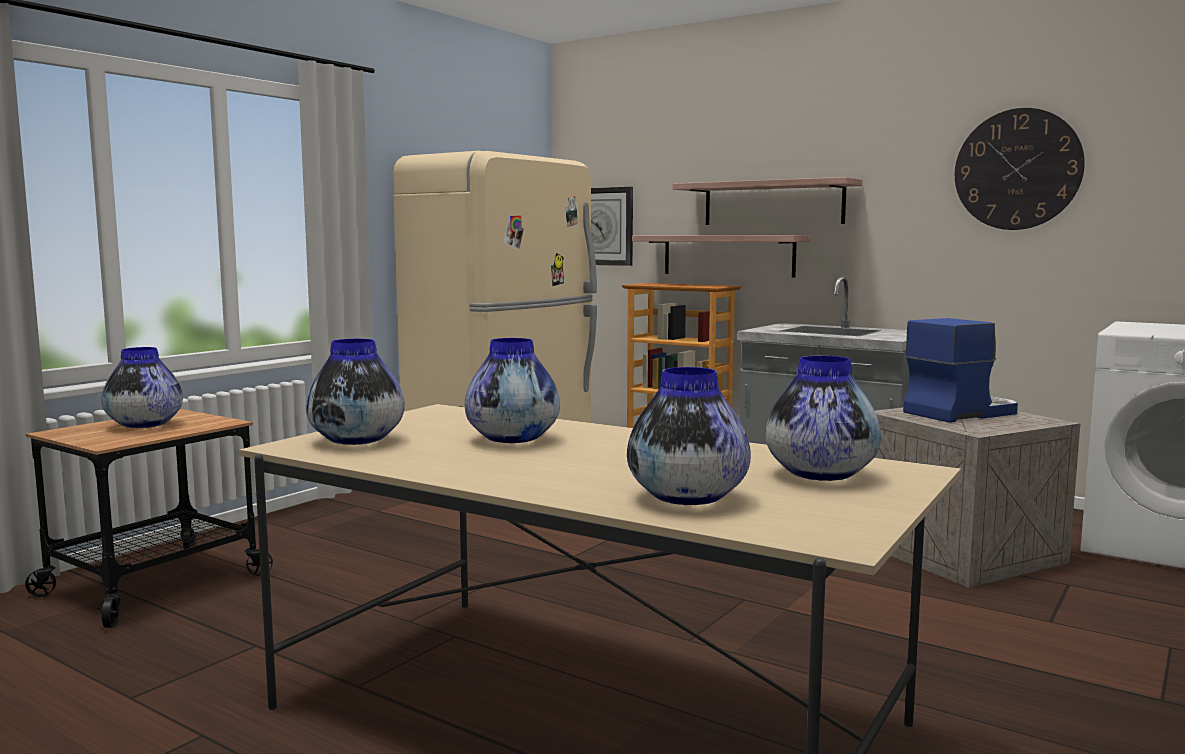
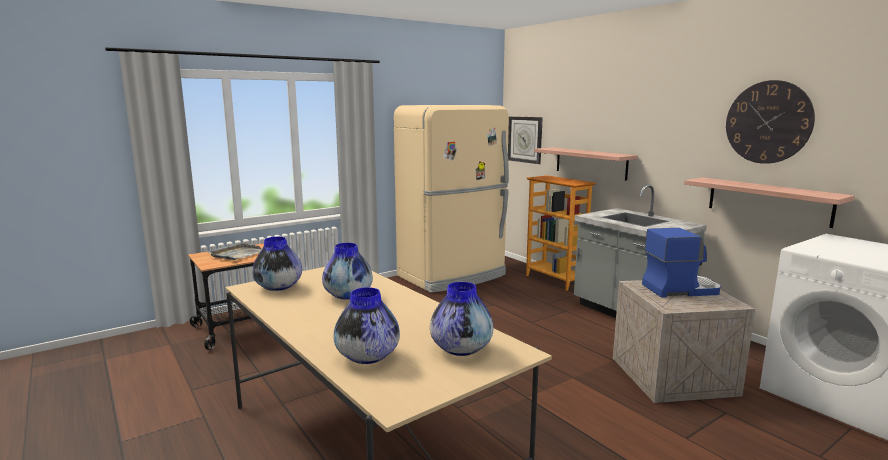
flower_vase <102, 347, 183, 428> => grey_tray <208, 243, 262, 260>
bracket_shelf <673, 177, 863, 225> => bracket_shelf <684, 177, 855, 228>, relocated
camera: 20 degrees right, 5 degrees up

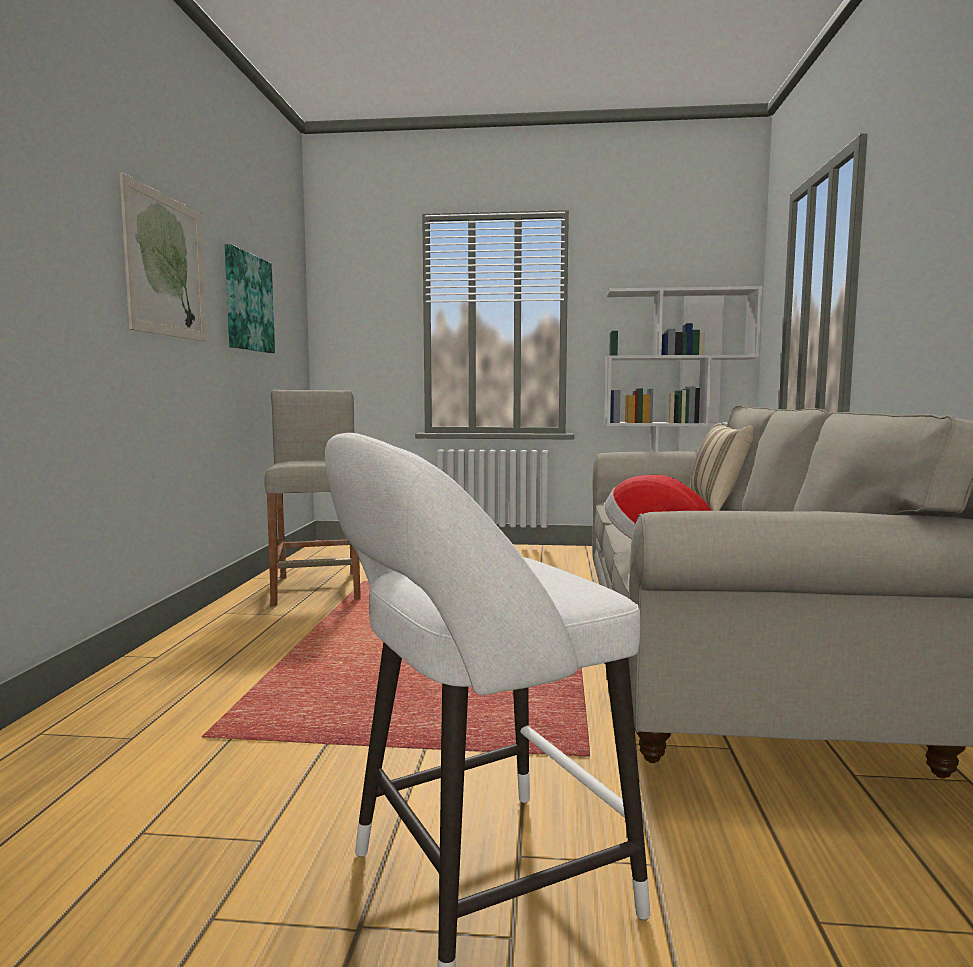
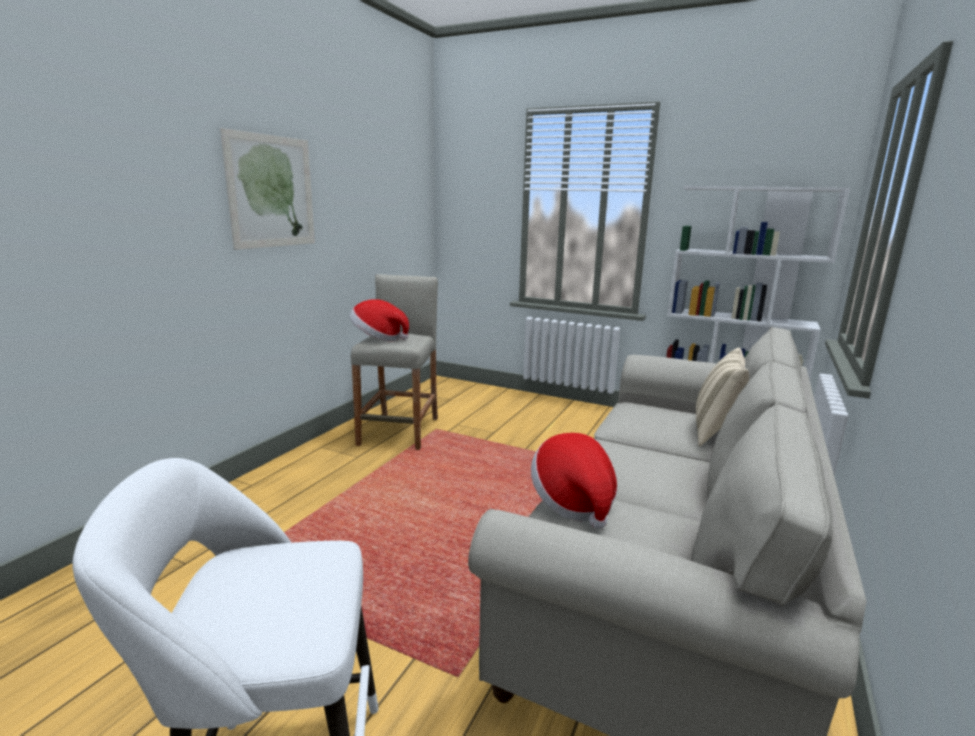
wall_picture <225, 244, 275, 353> => nothing
nothing => wearable_hat <349, 299, 409, 341>
camera: 20 degrees right, 10 degrees up

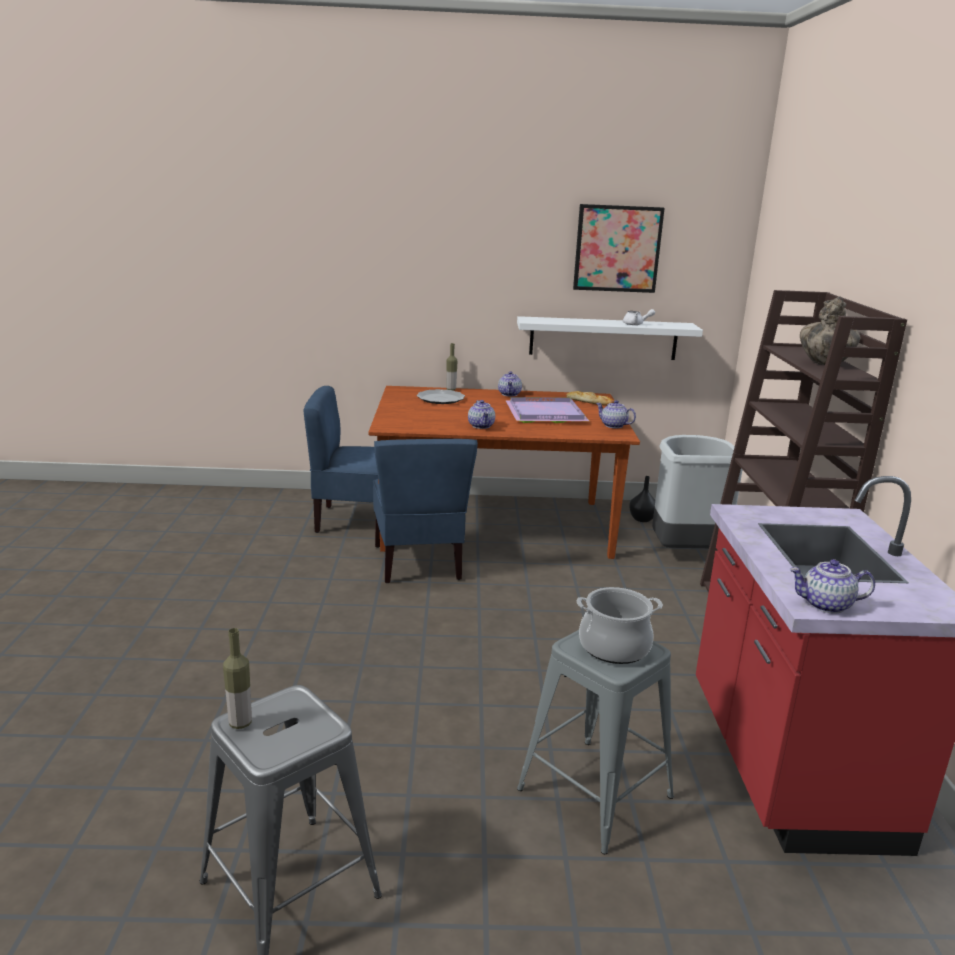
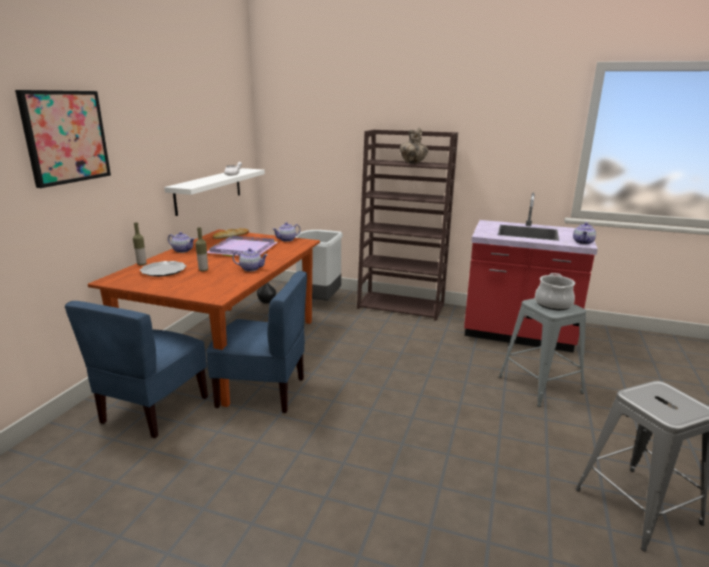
drink_bottle <223, 628, 252, 729> => drink_bottle <195, 227, 208, 271>, relocated
wall_picture <573, 204, 665, 293> => wall_picture <15, 90, 111, 188>, relocated
camera: 70 degrees left, 0 degrees up

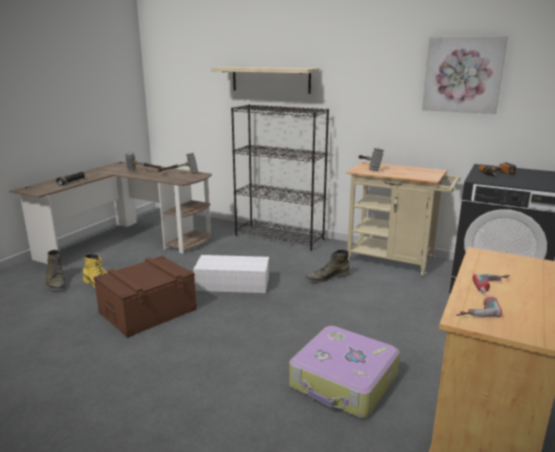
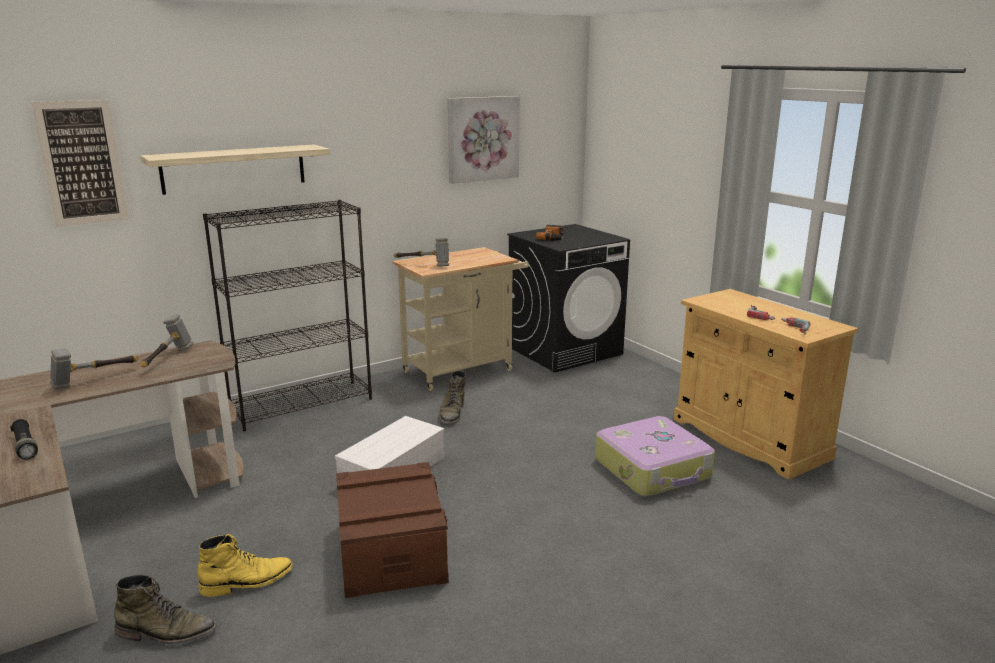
nothing => wall_picture <31, 100, 129, 227>
camera: 60 degrees left, 0 degrees up

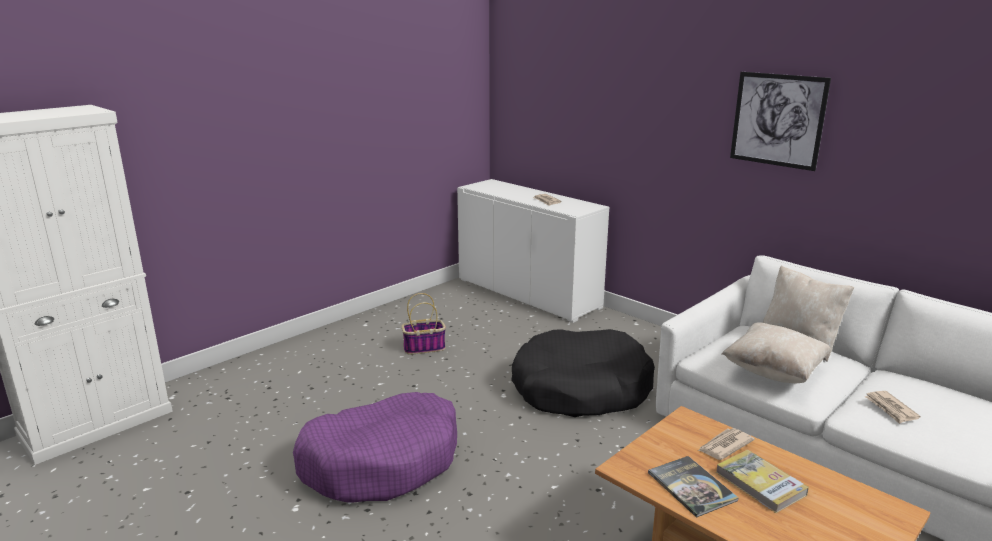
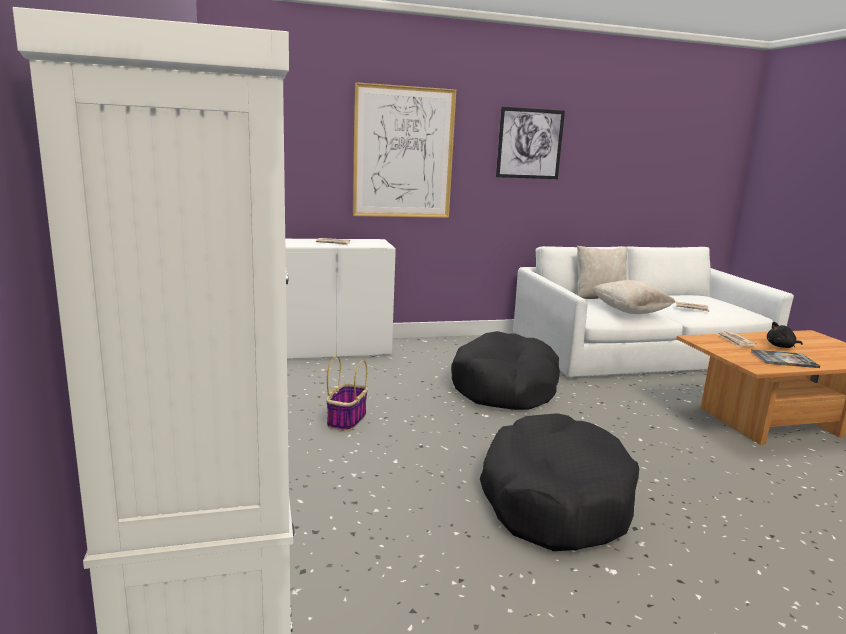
purple_dog_cushion <293, 392, 457, 502> => blackish_dog_cushion <480, 413, 639, 551>
volume <716, 450, 809, 513> => blackish_soft_toy <767, 322, 803, 348>
nothing => wall_picture <353, 82, 456, 218>
camera: 60 degrees left, 5 degrees down

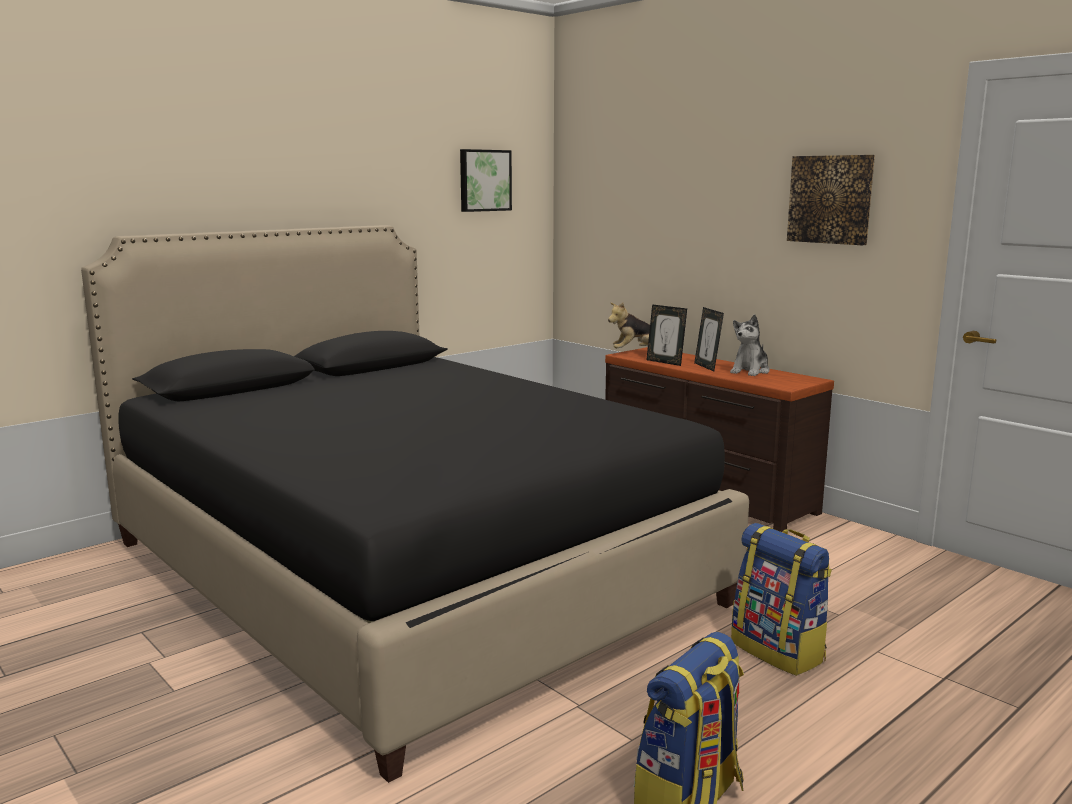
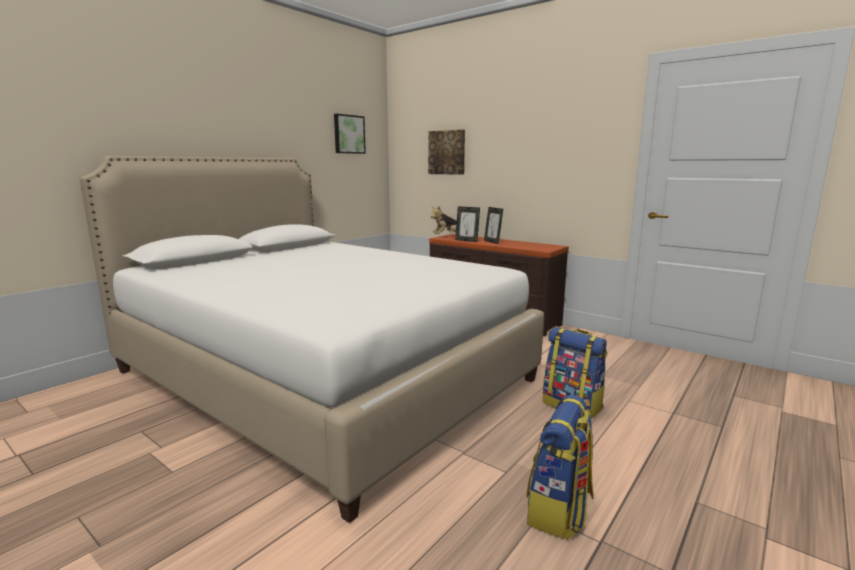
blackish_bed <81, 225, 749, 783> => whitish_bed <80, 156, 544, 523>
soft_toy <730, 314, 770, 376> => nothing
wall_picture <787, 155, 875, 245> => wall_picture <428, 130, 465, 175>, relocated
camera: 10 degrees left, 0 degrees up

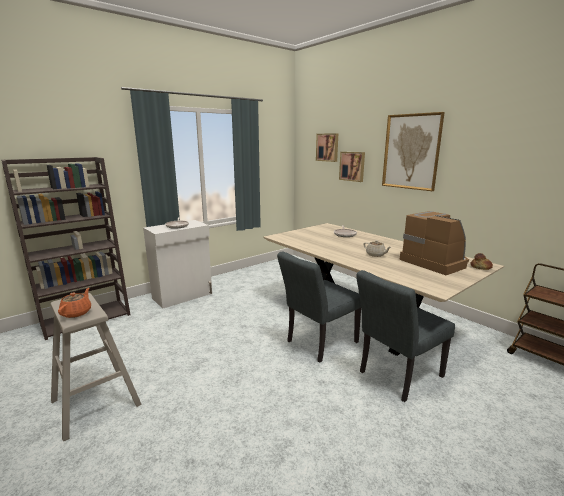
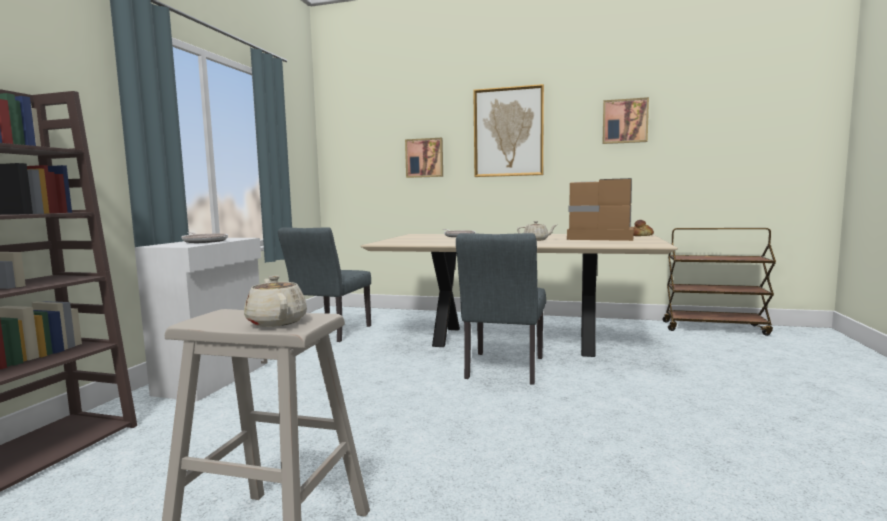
orange_pot_for_tea <58, 288, 91, 318> => sand-coloured_pot_for_tea <244, 276, 307, 327>
wall_picture <316, 133, 338, 162> => wall_picture <603, 97, 649, 144>, relocated
grey_chair <356, 270, 455, 402> => grey_chair <278, 227, 371, 342>, relocated
camera: 35 degrees left, 10 degrees down

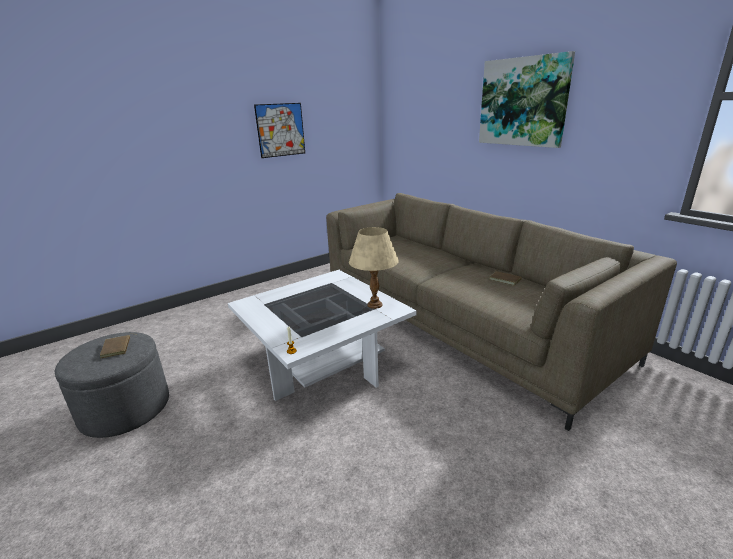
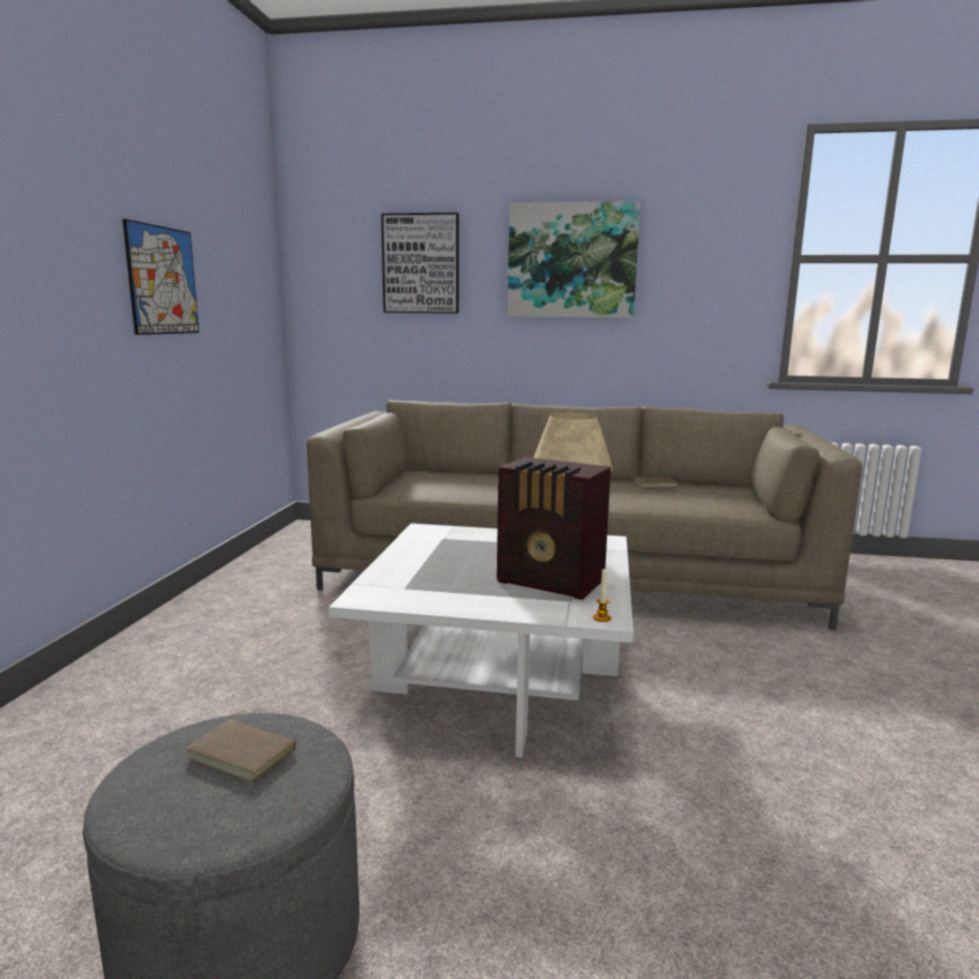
nothing => wall_picture <381, 213, 459, 313>
nothing => radio <497, 457, 611, 600>
camera: 45 degrees left, 10 degrees down

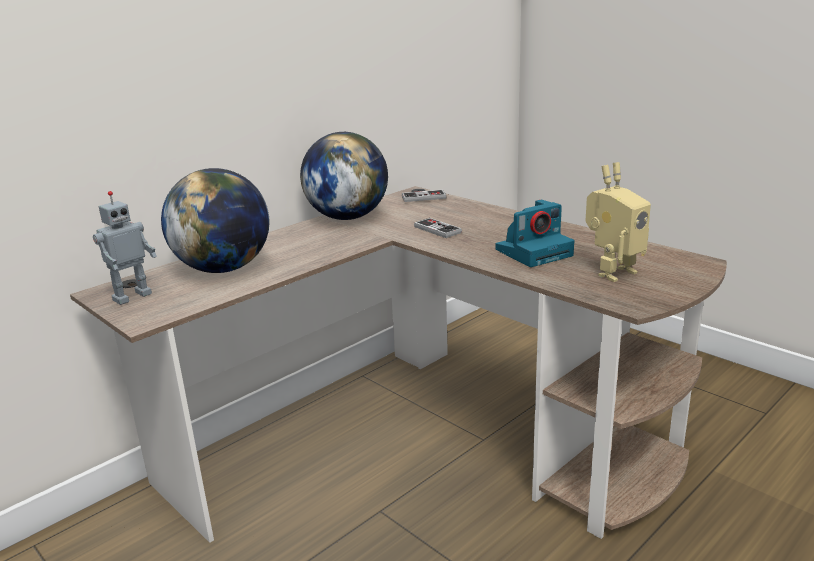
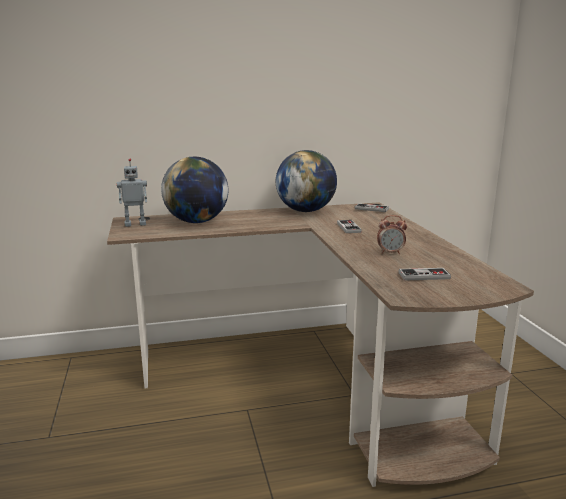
still_camera <495, 200, 574, 267> => bedside_clock <377, 215, 407, 254>
robot_figure <585, 162, 651, 282> => game_controller <399, 268, 451, 281>
camera: 30 degrees right, 5 degrees down

